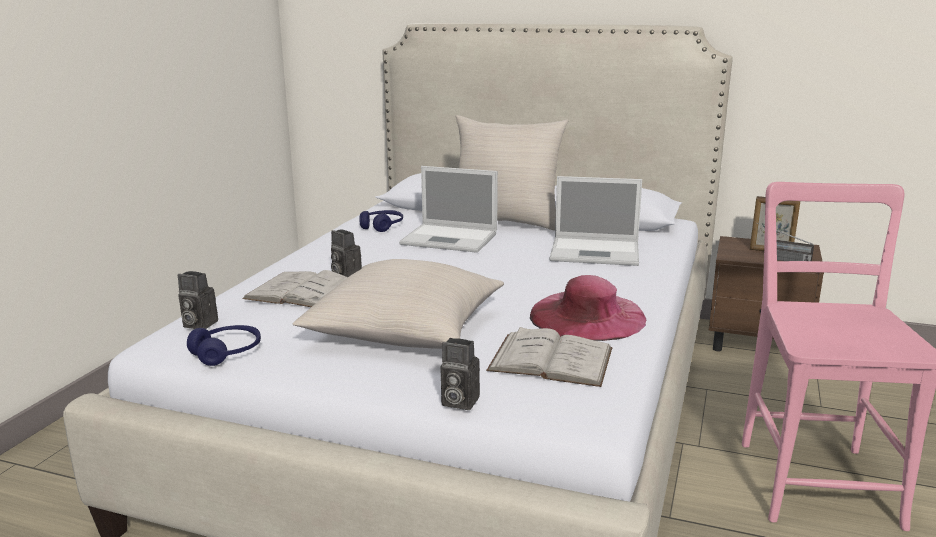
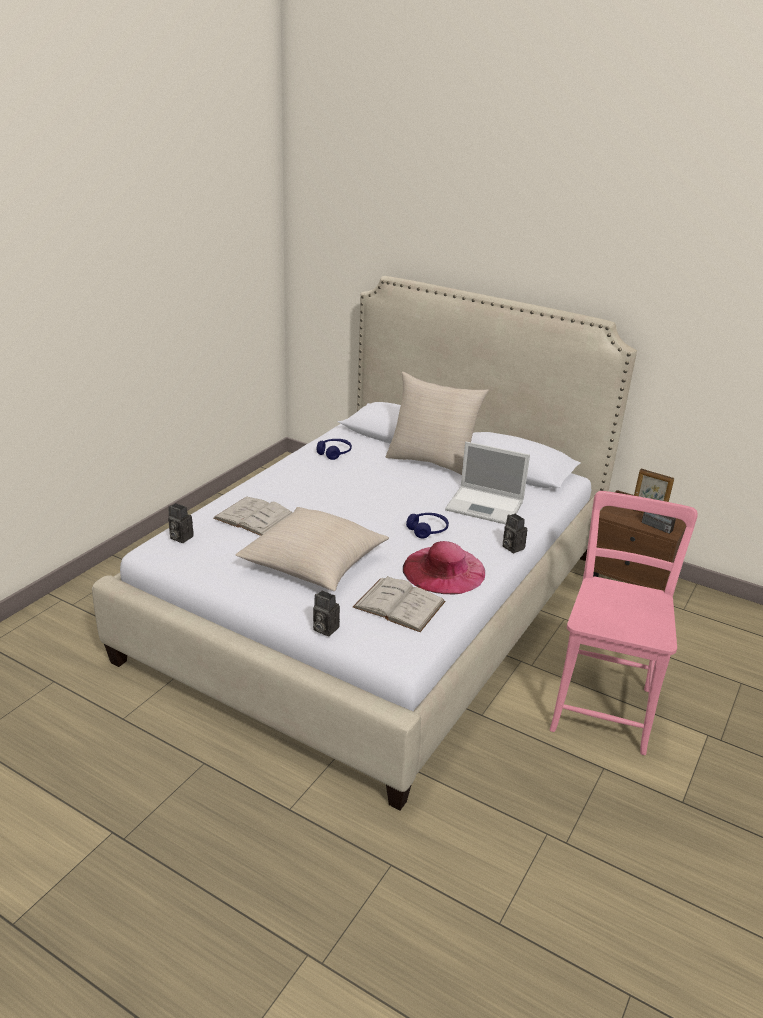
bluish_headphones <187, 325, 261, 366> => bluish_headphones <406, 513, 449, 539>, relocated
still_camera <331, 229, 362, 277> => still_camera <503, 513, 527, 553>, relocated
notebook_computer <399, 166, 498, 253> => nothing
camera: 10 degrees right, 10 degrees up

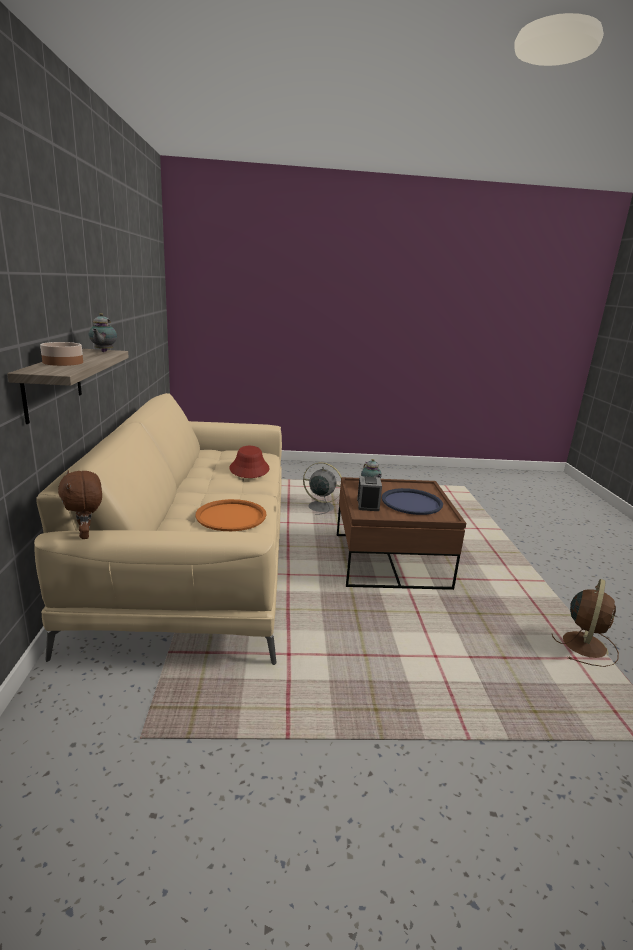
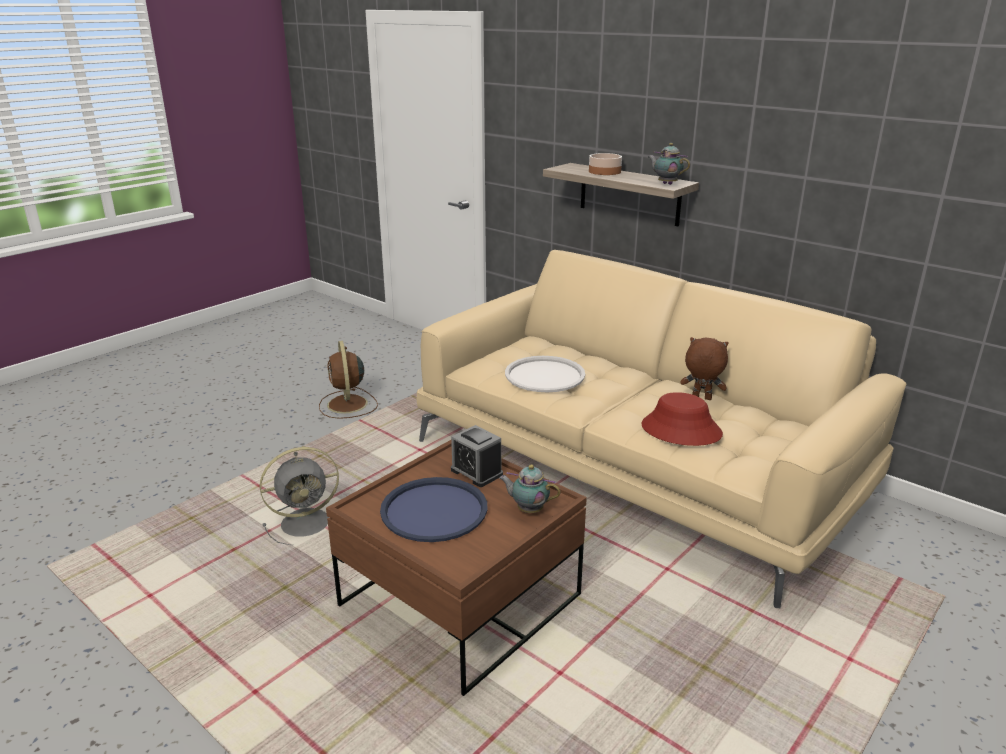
brownish_soft_toy <58, 471, 102, 539> => brownish_soft_toy <680, 337, 729, 400>, relocated
orange_tray <195, 499, 266, 531> => whitish_tray <505, 356, 585, 392>
grey_electric_fan <303, 462, 342, 515> => grey_electric_fan <260, 447, 339, 545>, relocated
brownish_electric_fan <552, 579, 619, 667> => brownish_electric_fan <319, 341, 378, 419>, relocated
camera: 135 degrees right, 5 degrees up

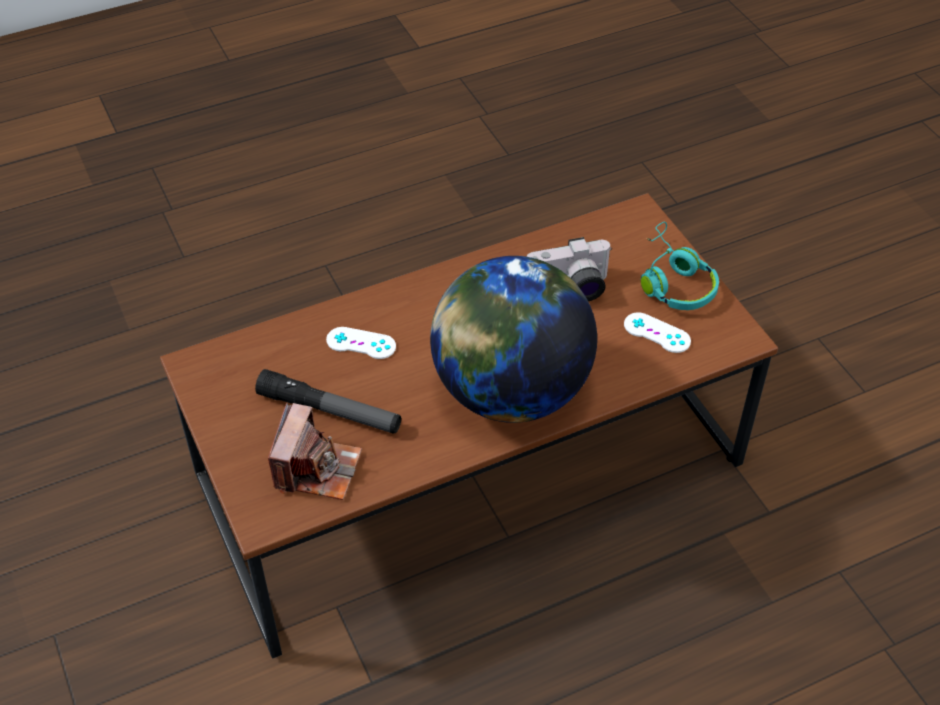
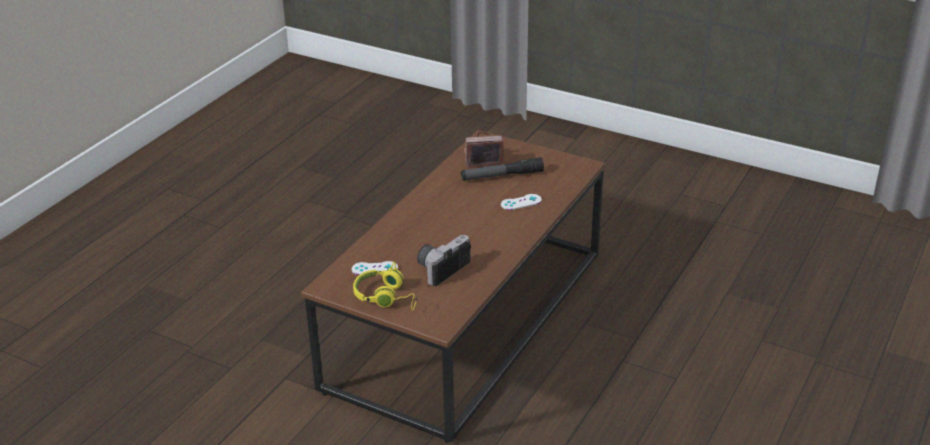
still_camera <268, 403, 362, 500> => still_camera <464, 132, 504, 168>, 105 degrees clockwise
world_globe <430, 256, 597, 423> => nothing
turquoise-coloured_headphones <641, 221, 719, 310> => yellow-coloured_headphones <353, 262, 418, 311>
camera: 145 degrees right, 15 degrees down

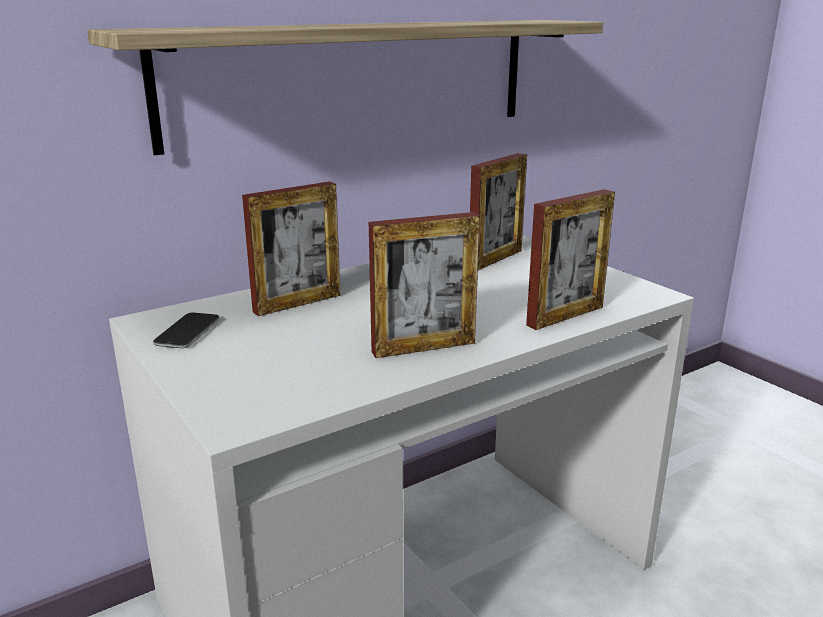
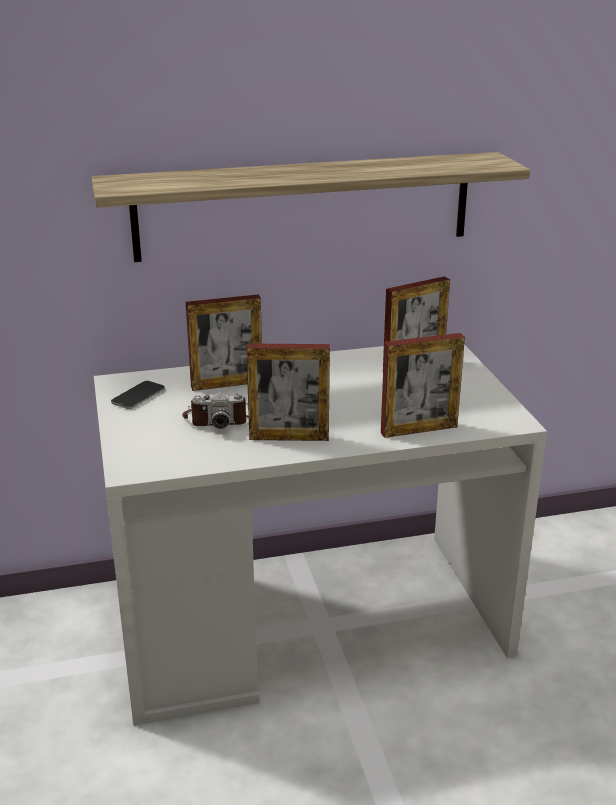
nothing => still_camera <182, 392, 249, 429>
camera: 20 degrees right, 5 degrees up

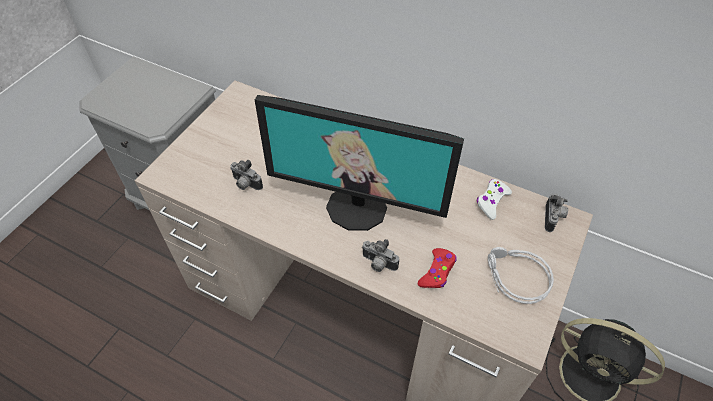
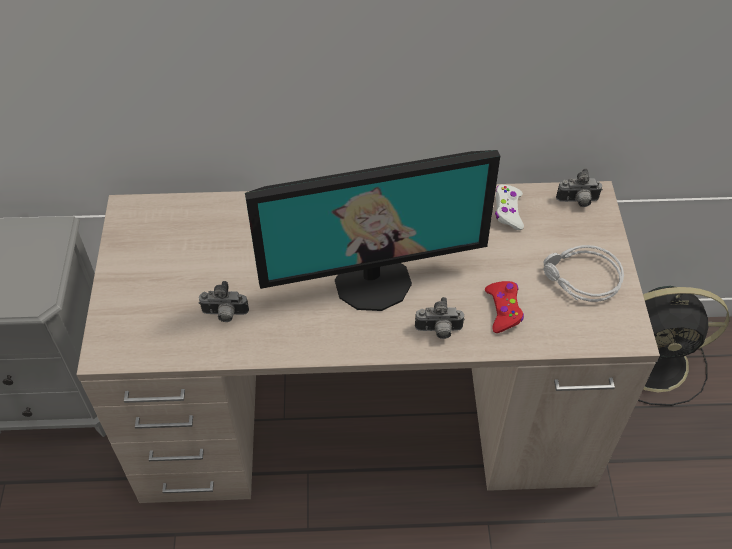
still_camera <545, 194, 568, 232> => still_camera <556, 168, 603, 207>, 105 degrees clockwise
camera: 30 degrees left, 0 degrees up

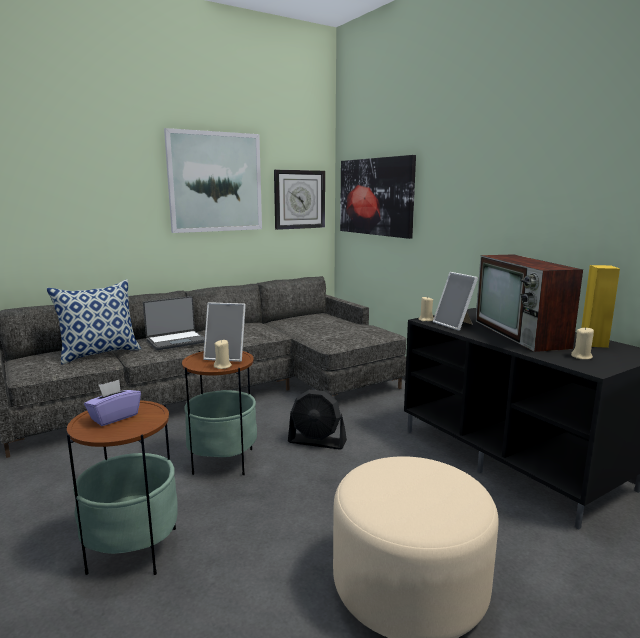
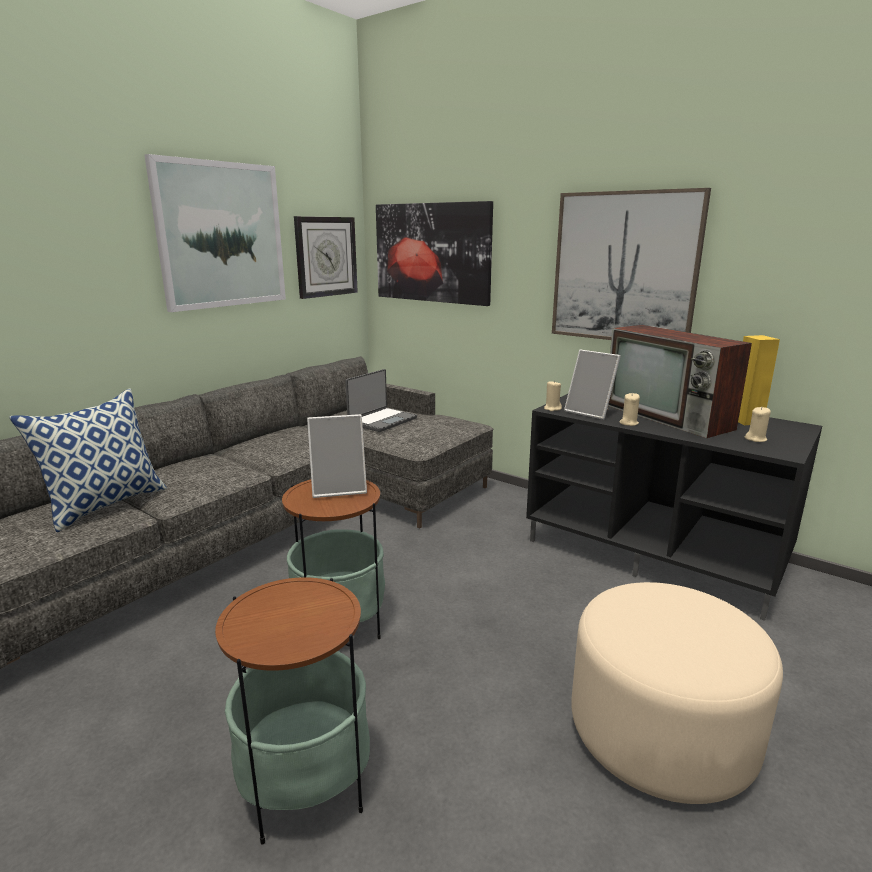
purple_tissue_box <84, 380, 141, 426> => nothing
notebook_computer <143, 296, 205, 350> => notebook_computer <345, 369, 417, 432>, relocated
sand-coloured_candle <214, 339, 232, 369> => sand-coloured_candle <620, 393, 640, 426>, relocated
blackish_electric_fan <288, 390, 347, 450> => nothing
nothing => wall_picture <552, 188, 711, 340>
camera: 20 degrees left, 5 degrees up

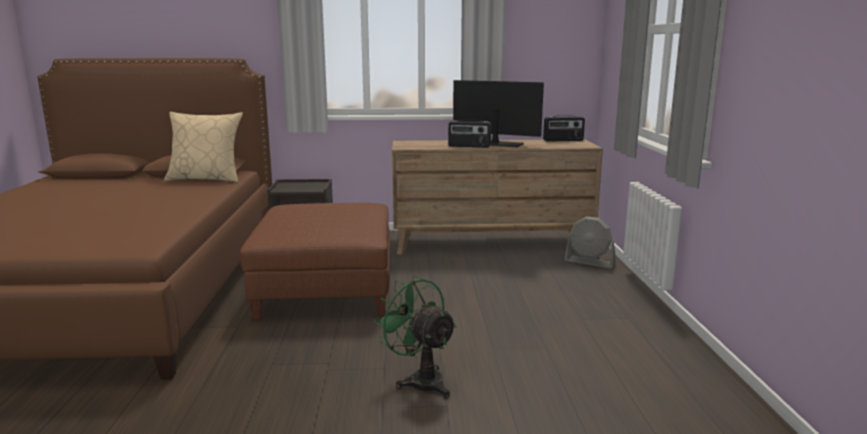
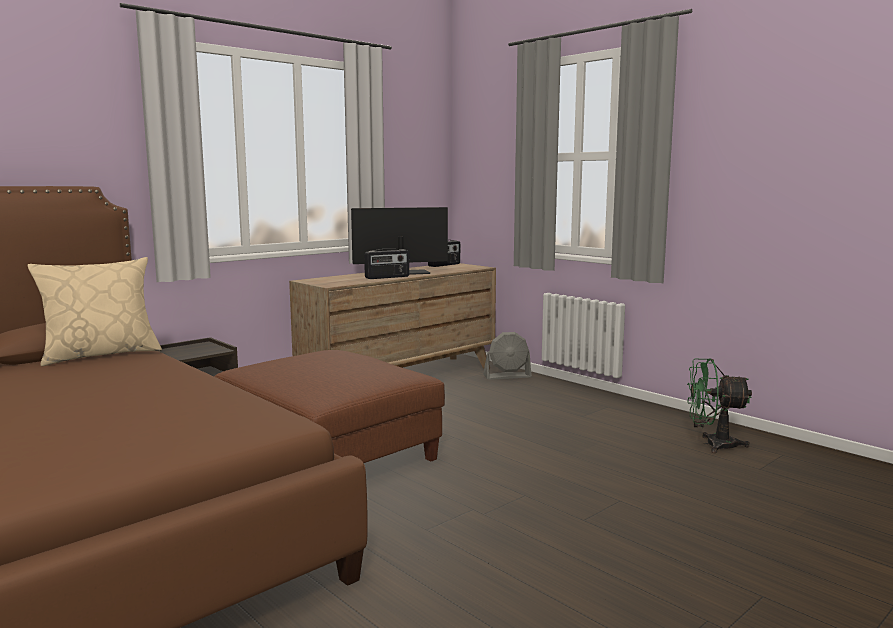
green_electric_fan <373, 276, 457, 398> => green_electric_fan <687, 358, 752, 453>, relocated
camera: 40 degrees left, 5 degrees down

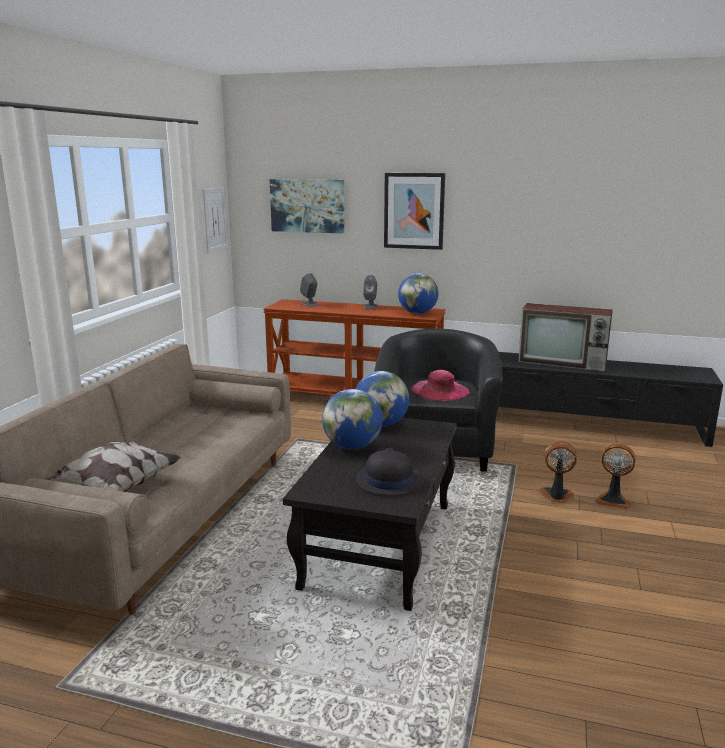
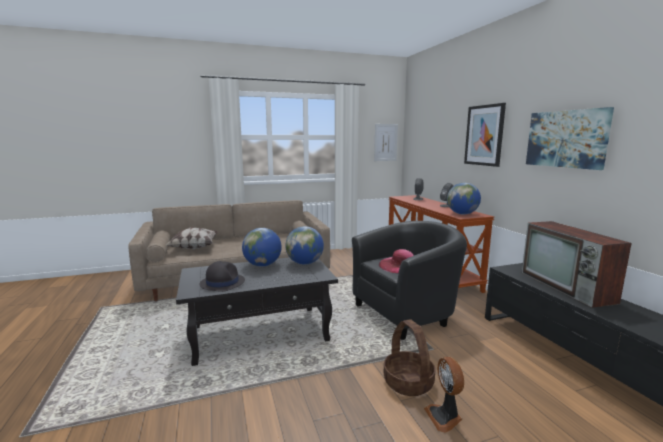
wall_picture <270, 179, 344, 234> => wall_picture <526, 107, 614, 170>, relocated
electric_fan <539, 441, 577, 503> => storage_basket <384, 319, 435, 396>
camera: 55 degrees right, 5 degrees down

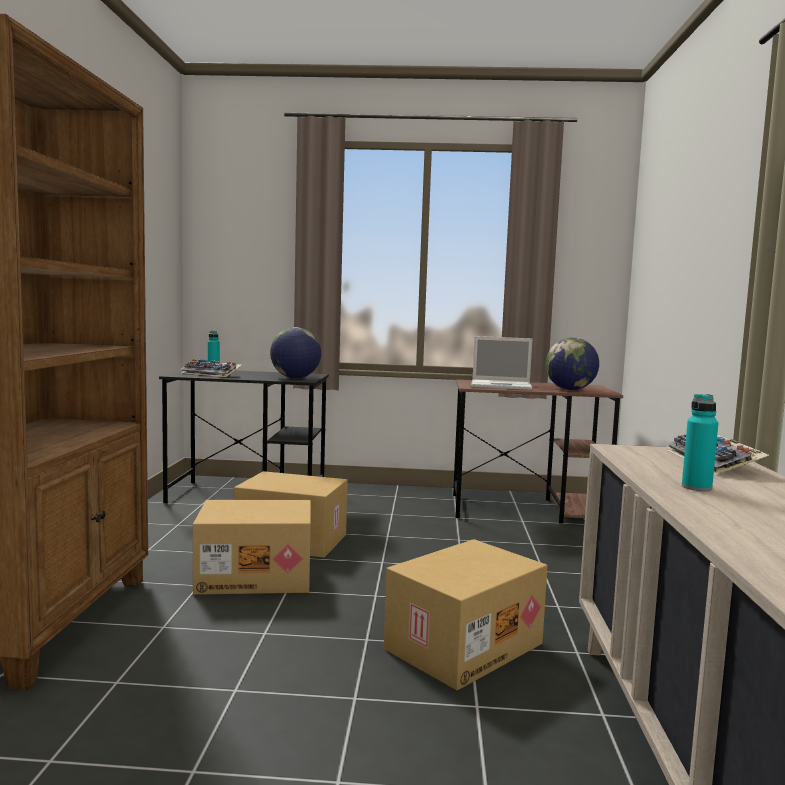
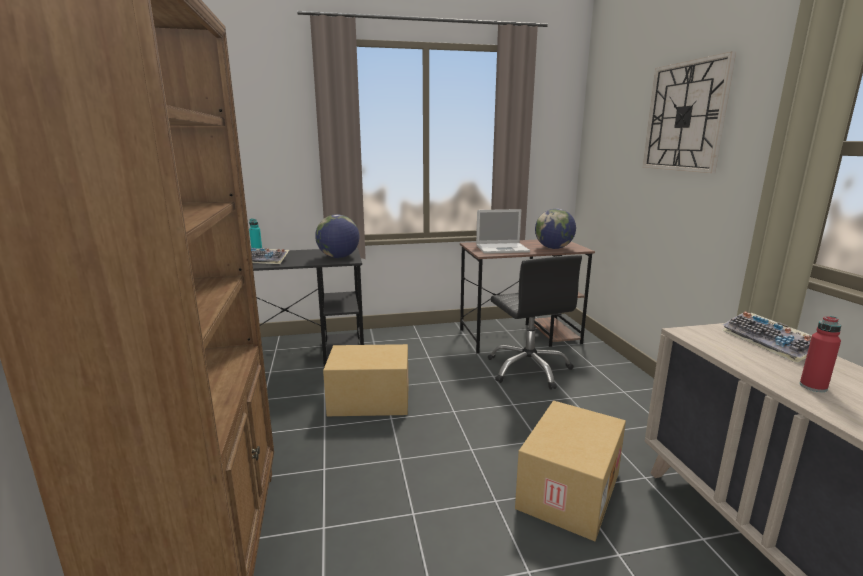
cardboard_box <193, 500, 311, 595> => nothing
turquoise-coloured_drink_bottle <682, 394, 718, 491> => red-coloured_drink_bottle <800, 316, 841, 392>
nothing => blackish_office_chair <488, 255, 582, 390>
nothing => hanging_clock <643, 51, 736, 173>
camera: 15 degrees left, 10 degrees up

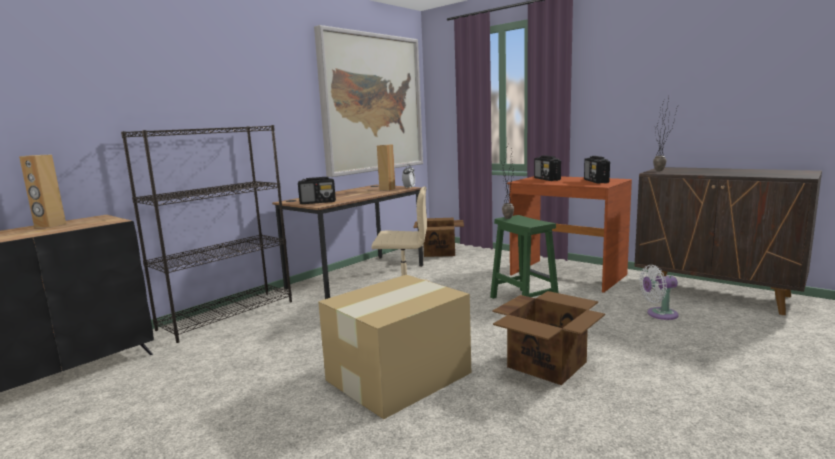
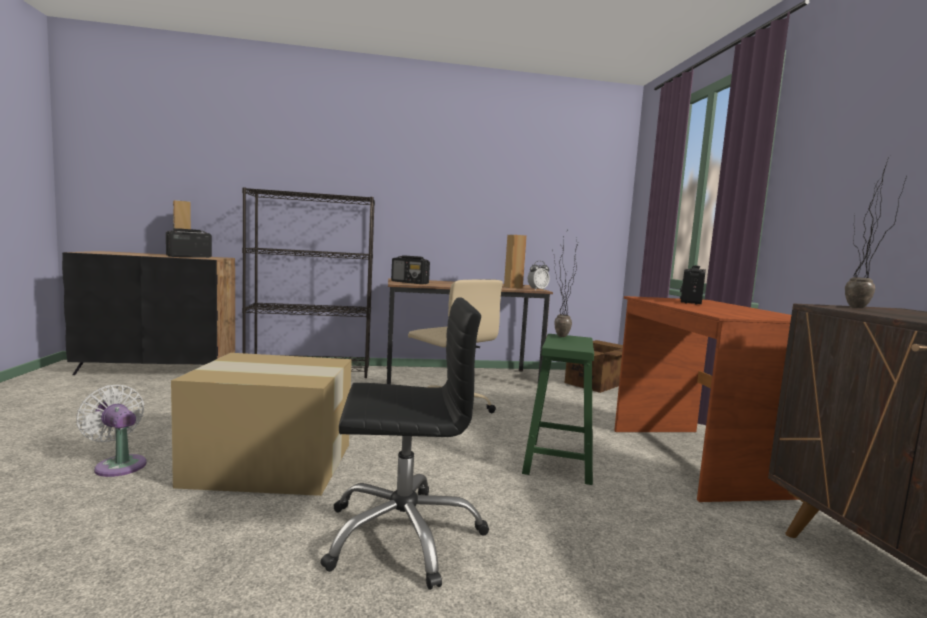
wall_picture <314, 25, 423, 177> => nothing
cardboard_box <492, 291, 605, 385> => blackish_office_chair <320, 297, 489, 590>
radio <584, 156, 610, 184> => radio <166, 228, 212, 258>, relocated
whitish_electric_fan <639, 265, 679, 320> => whitish_electric_fan <76, 385, 147, 477>, relocated
camera: 40 degrees right, 5 degrees down

